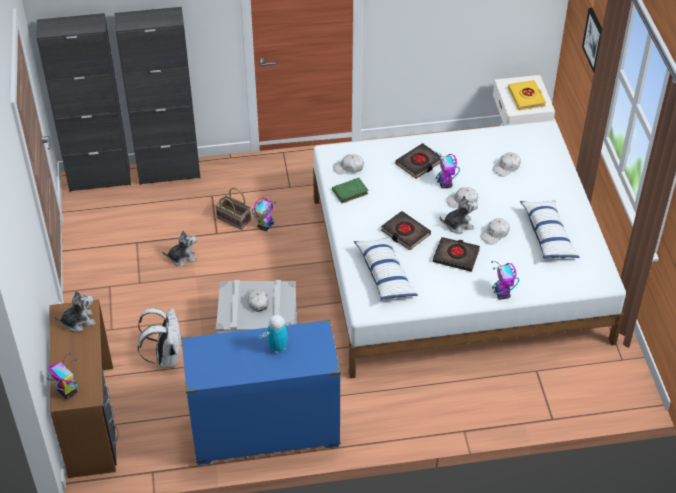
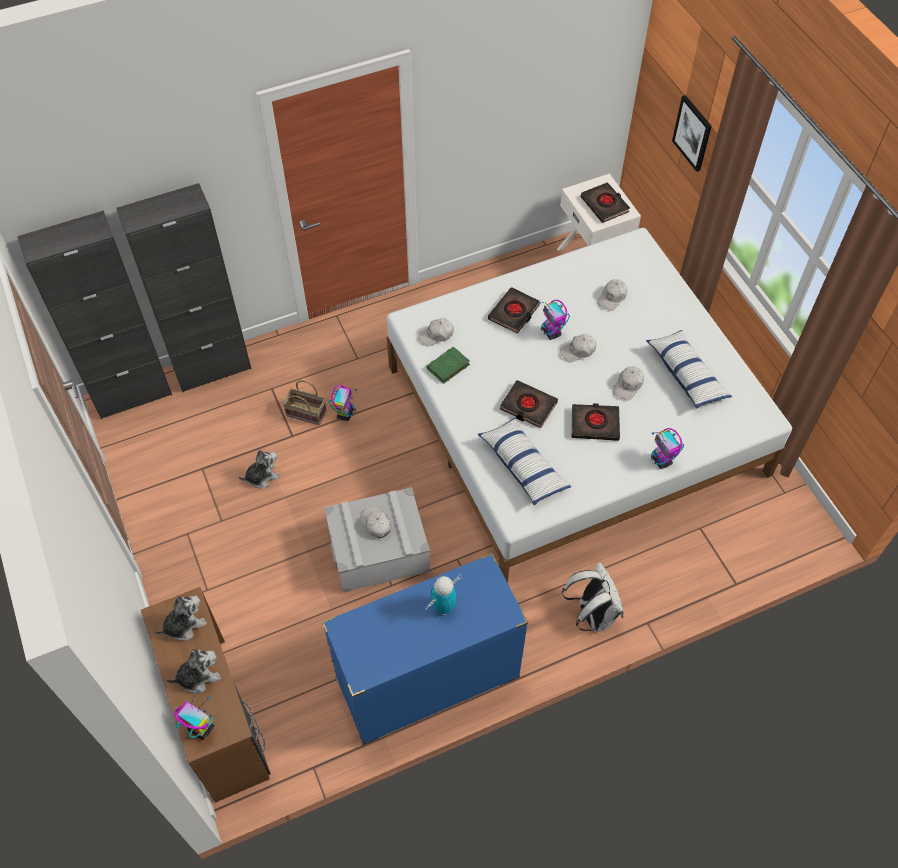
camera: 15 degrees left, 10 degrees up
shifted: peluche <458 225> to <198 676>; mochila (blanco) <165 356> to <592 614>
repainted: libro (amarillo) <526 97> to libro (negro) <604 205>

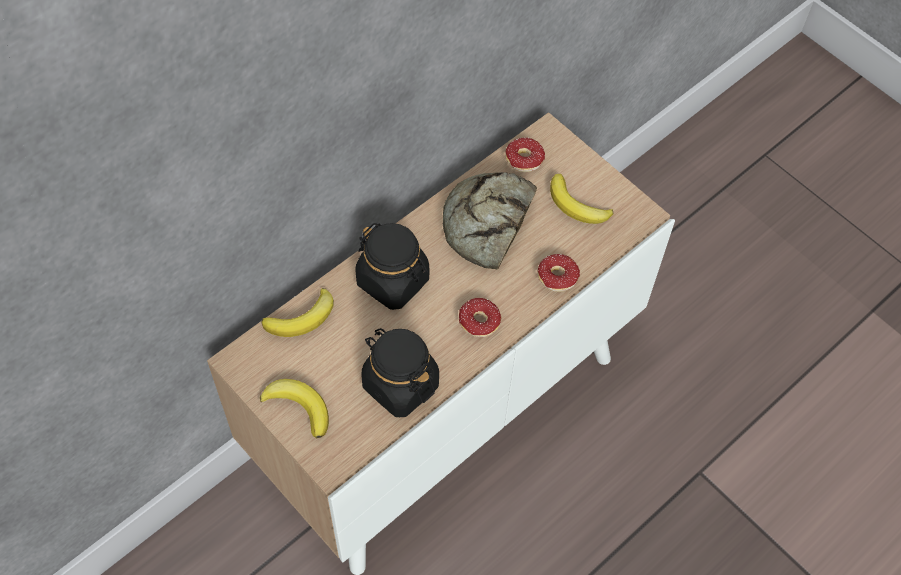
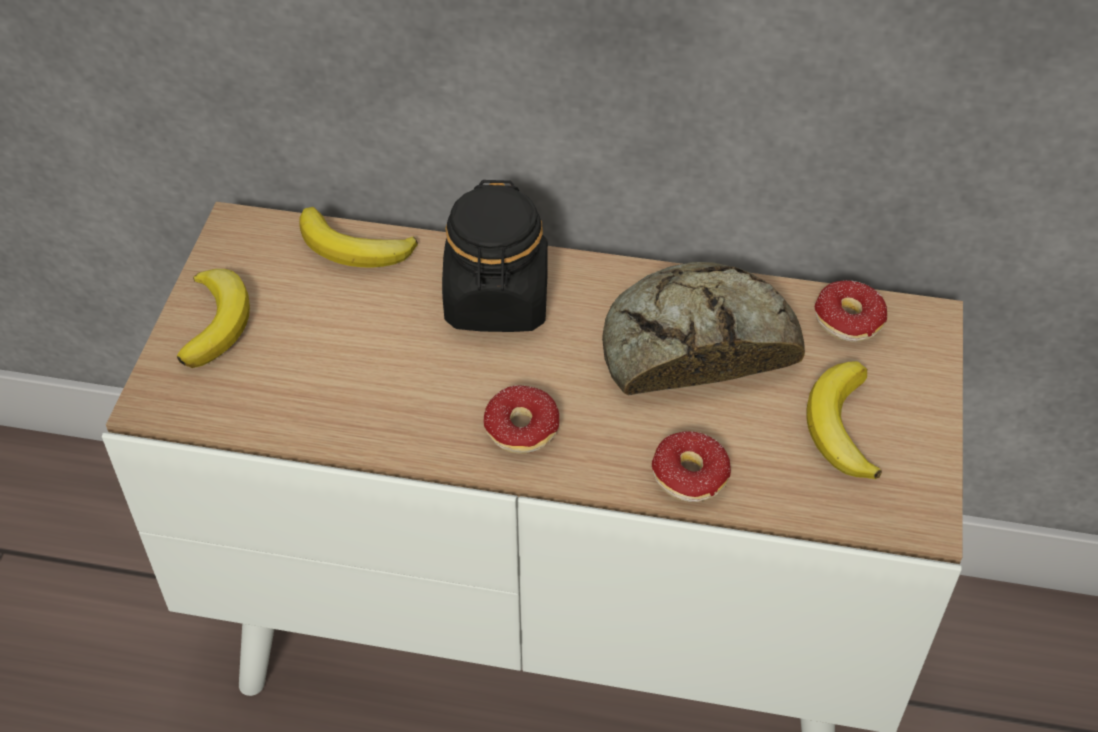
camera: 55 degrees right, 10 degrees down
gone: tarro (negro) <400 385>

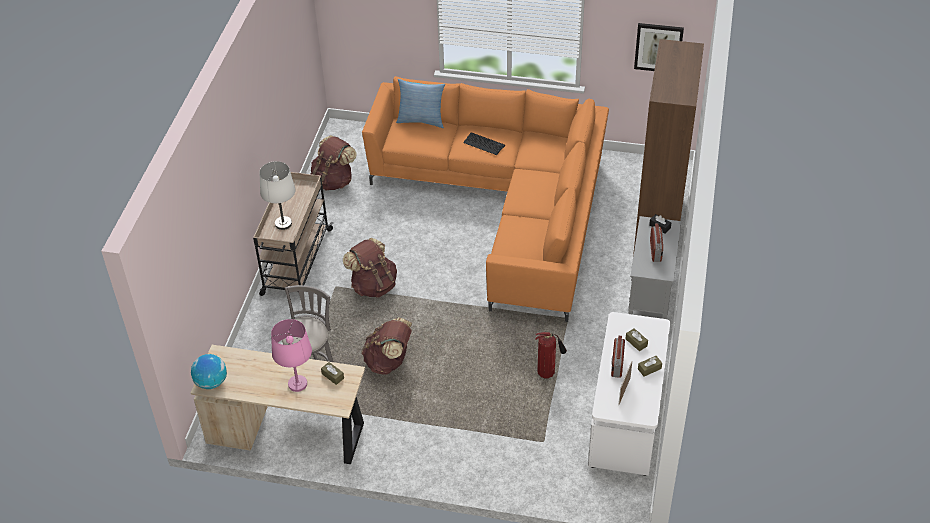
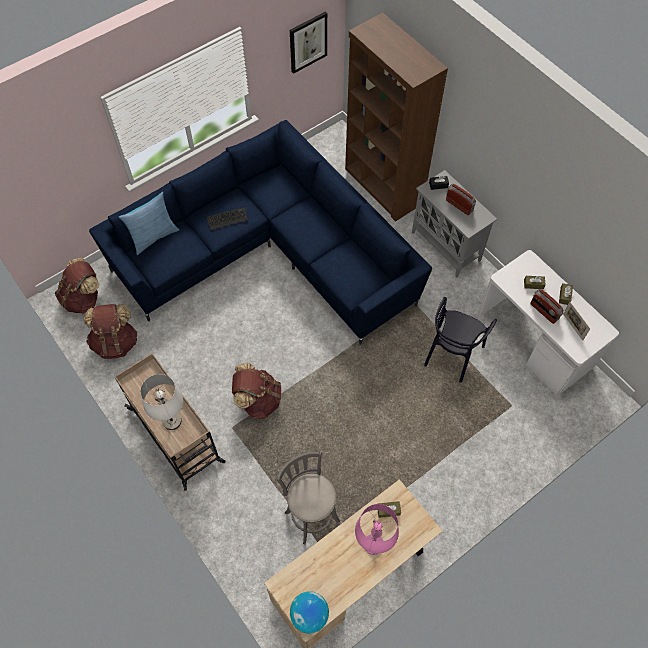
camera: 50 degrees left, 15 degrees up
shifted: mochila (marrón) <389 361> to <83 298>
swapped: extintor <548 373> to silla (negro) <452 354>
repainted: sofá (naranja) <507 206> to sofá (azul) <269 253>

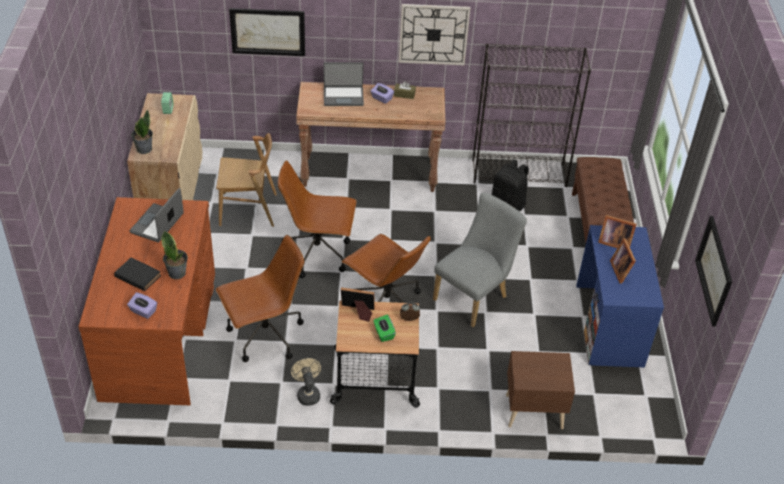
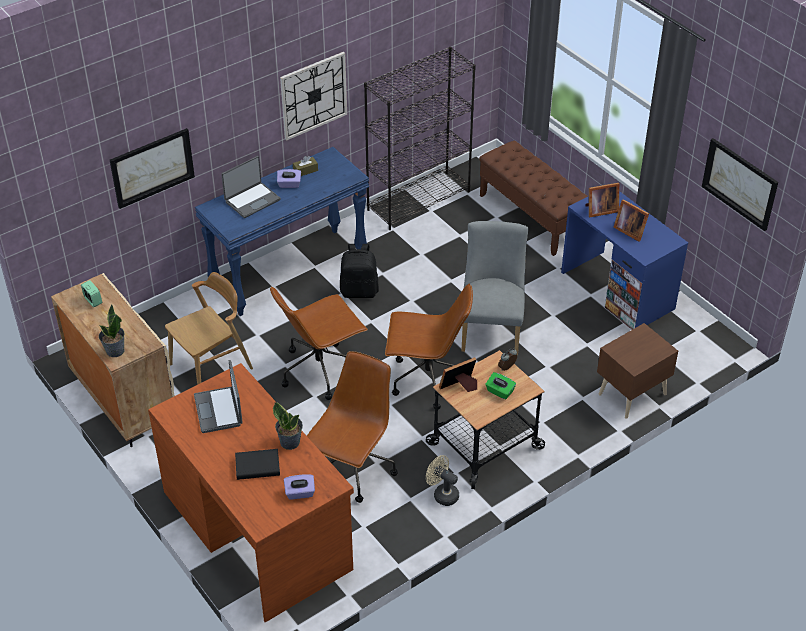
camera: 35 degrees left, 0 degrees up
shifted: mochila (negro) <508 203> to <359 291>
repainted: mesa consola (marrón) <369 173> to mesa consola (azul) <289 271>

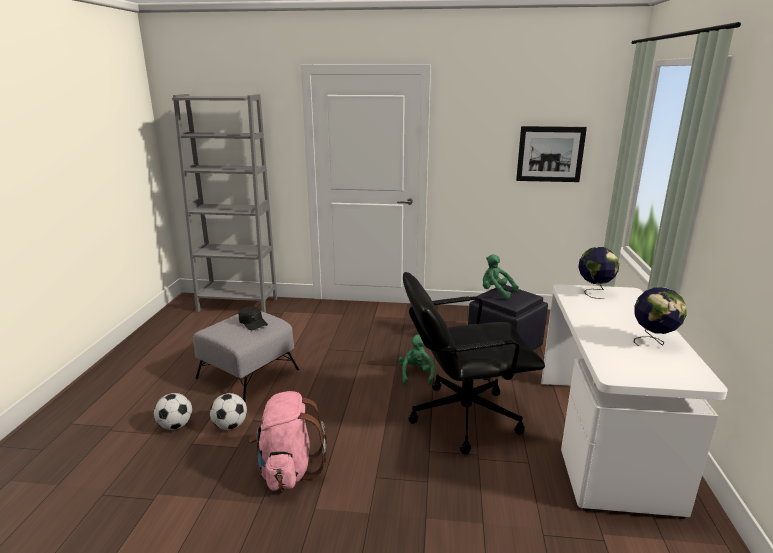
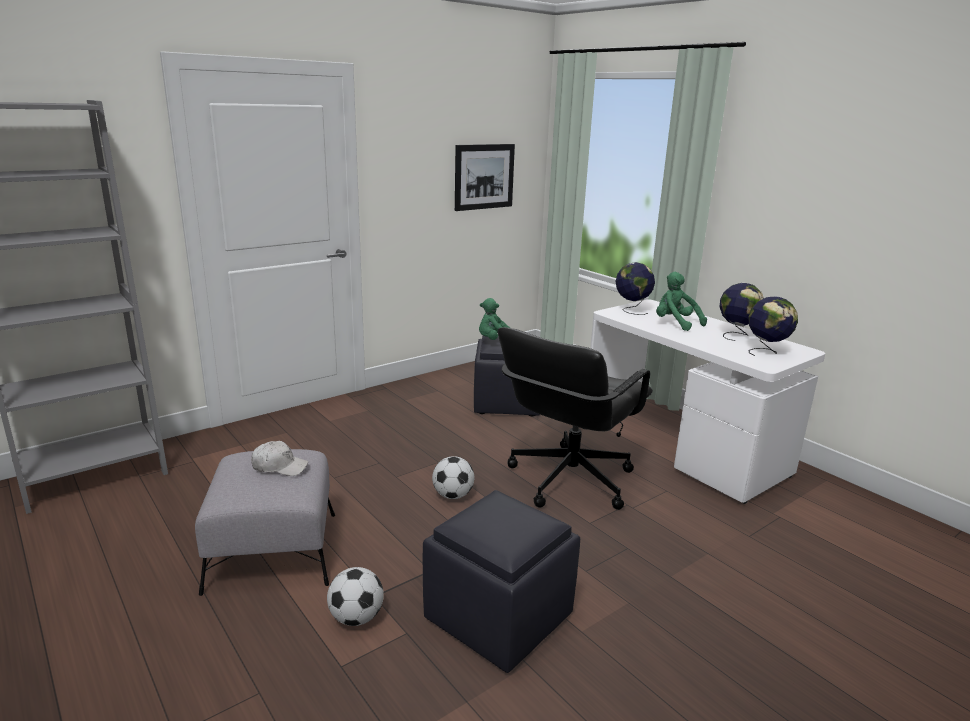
camera: 45 degrees left, 0 degrees up
new: globo terráqueo <766 352>
shifted: peluche (verde) <416 374> to <675 323>; balón de fútbol <175 425> to <453 495>
swapped: mochila (rosa) <288 469> to puf (negro) <500 617>
repainted: gorra (negro) <252 323> to gorra (blanco) <279 466>

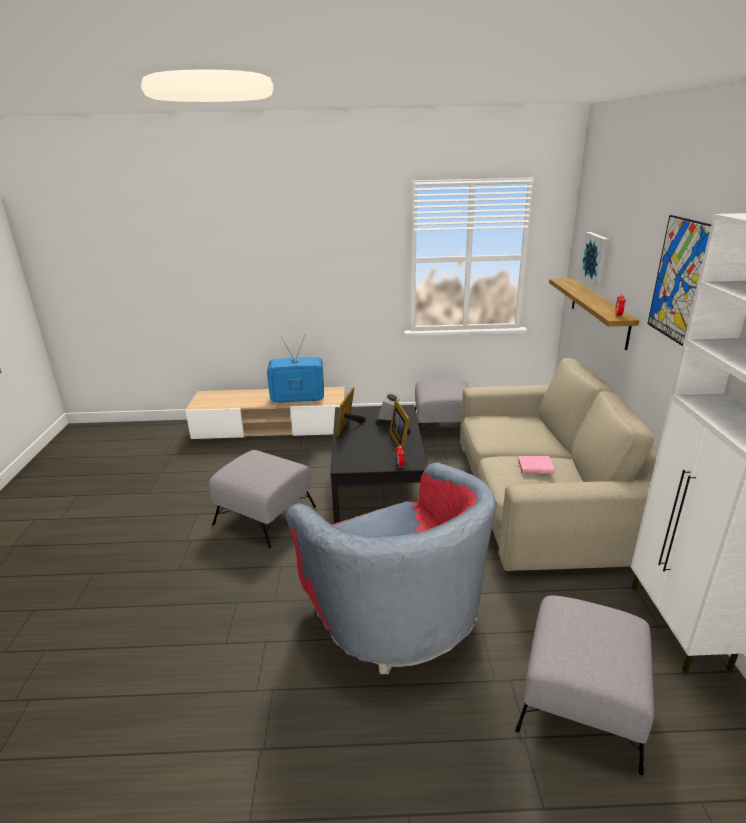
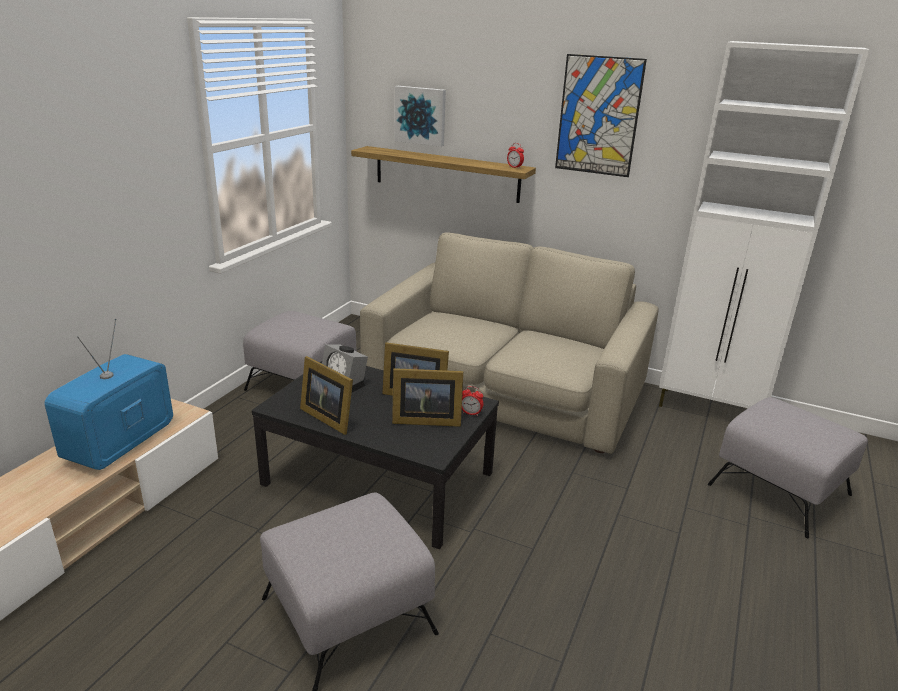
camera: 65 degrees left, 0 degrees up
gone: libro (rosa) <536 467>; sillón (rojo) <397 615>
new: portarretratos <424 420>

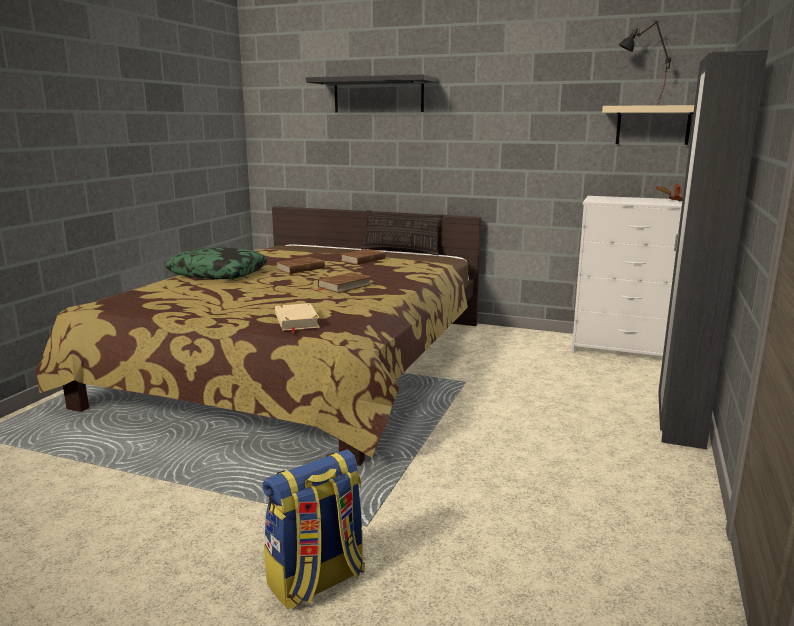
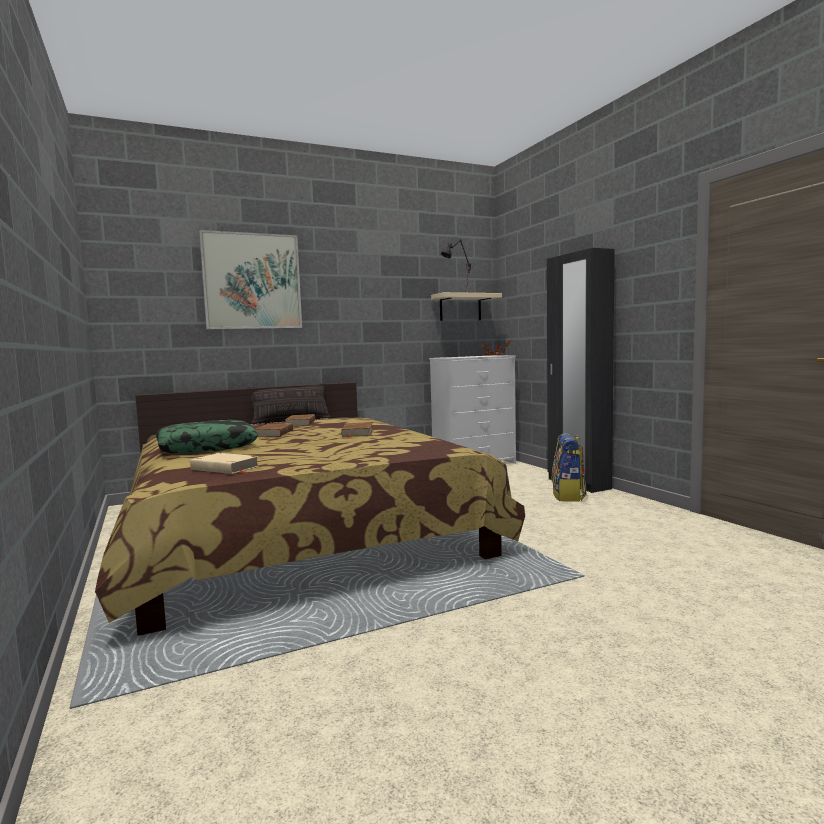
camera: 45 degrees left, 10 degrees down
shifted: libro (beis) <296 321> to <225 468>; mochila <317 581> to <568 496>
swapped: estante (negro) <378 95> to cuadro <252 281>

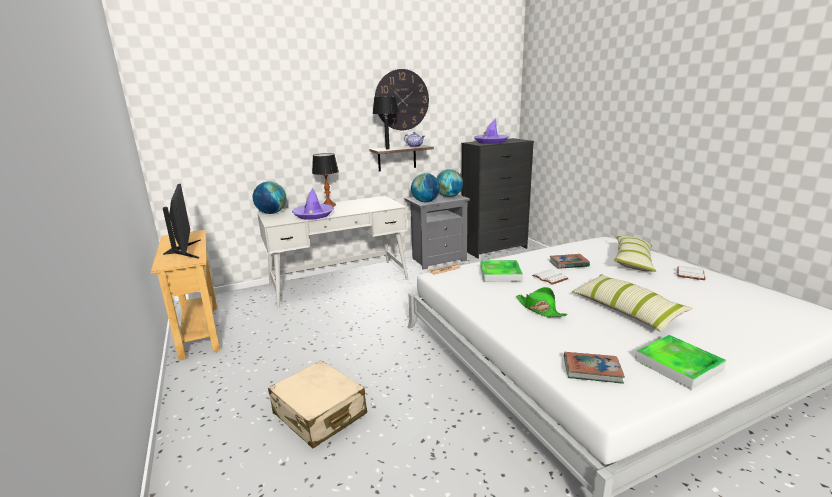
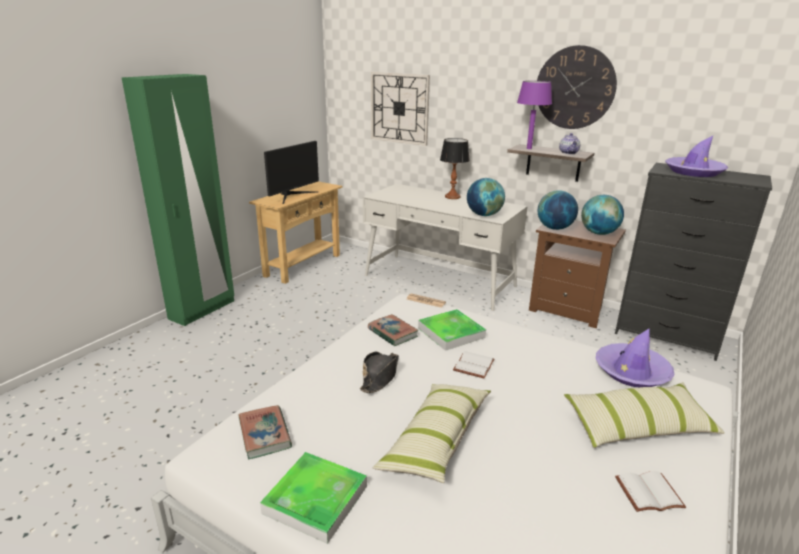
camera: 55 degrees right, 5 degrees up
gone: maleta (beis) <319 414>
new: reloj de pared <399 108>; armario ropero (verde) <202 310>
shifted: globo terráqueo <271 213> to <484 215>; sombrero (morado) <313 215> to <632 372>; libro <568 264> to <392 333>
repainted: lámpara de mesa (negro) <387 149> to lámpara de mesa (morado) <528 148>; mesita de noche (gris) <437 259> to mesita de noche (marrón) <568 310>; sombrero (verde) <539 309> to sombrero (negro) <380 376>

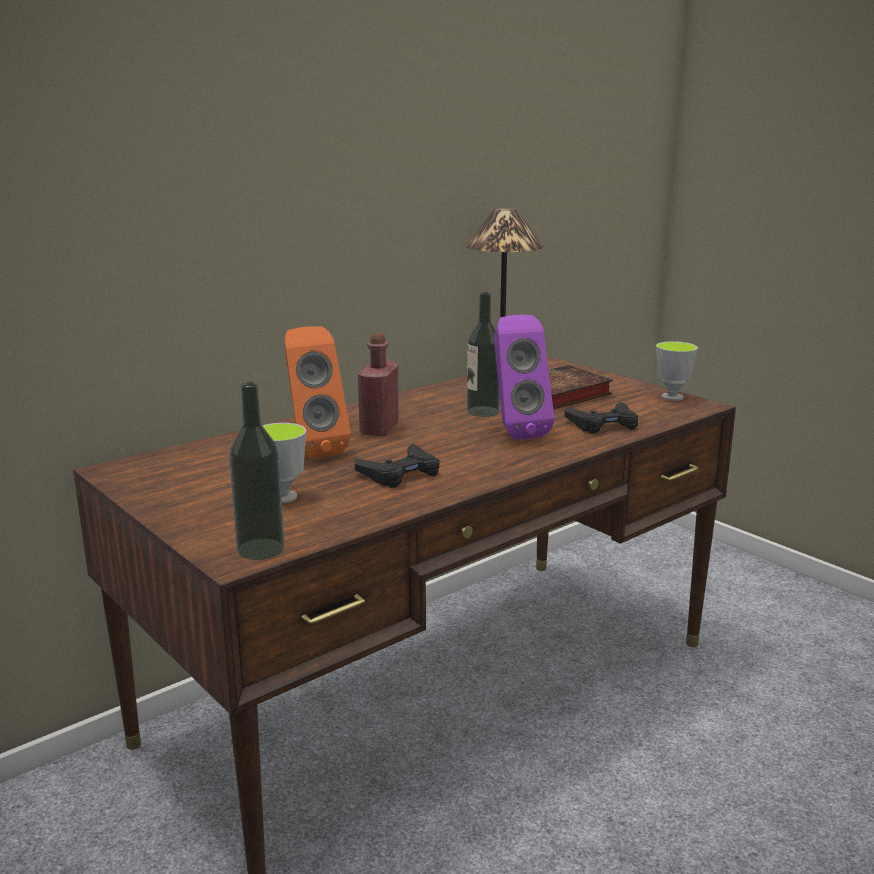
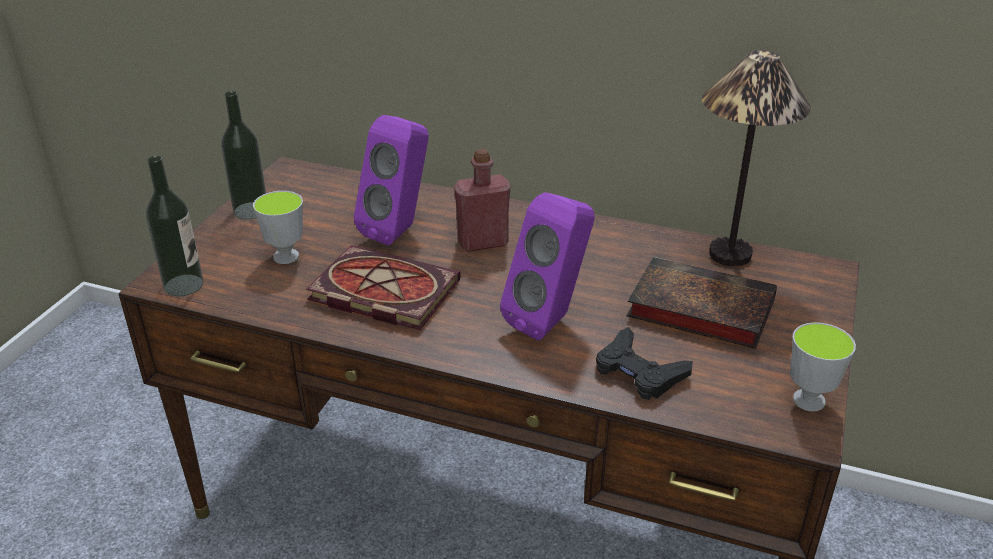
camera: 60 degrees right, 15 degrees up
shifted: botella <483 411> to <251 210>
swapped: mando de consola (negro) <400 473> to libro <380 292>
repainted: altavoz (naranja) <312 450> to altavoz (morado) <400 230>

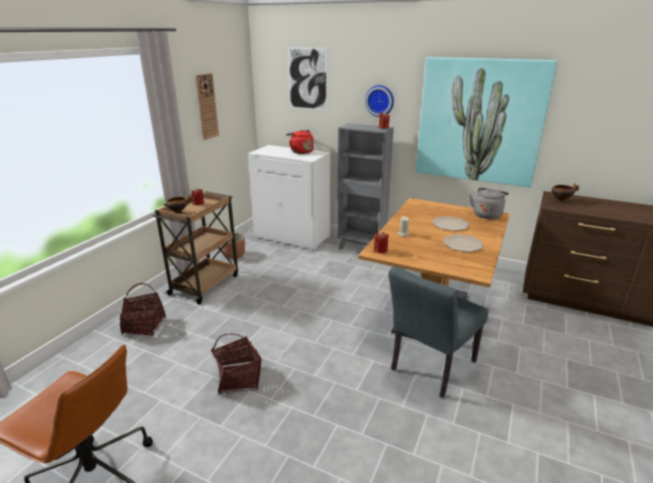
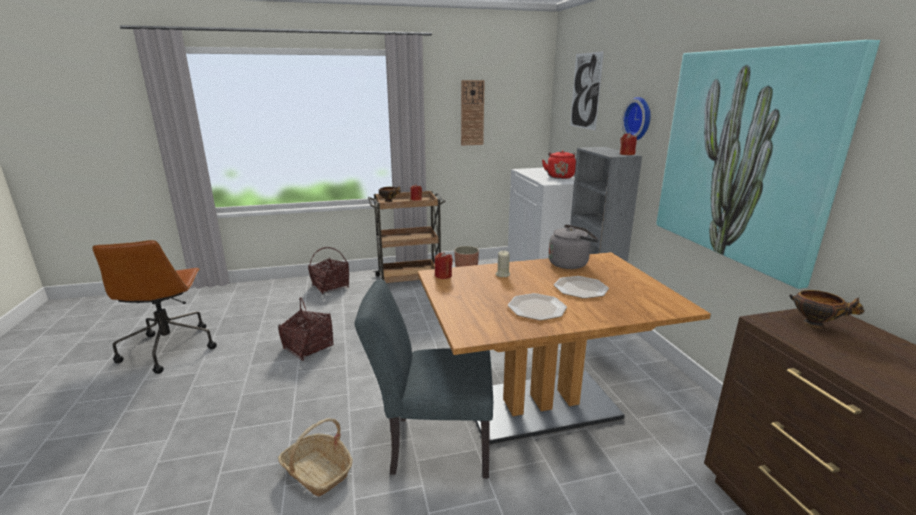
camera: 50 degrees right, 5 degrees down
new: cesta <317 472>
shifted: hervidor (gris) <487 215> to <570 264>

